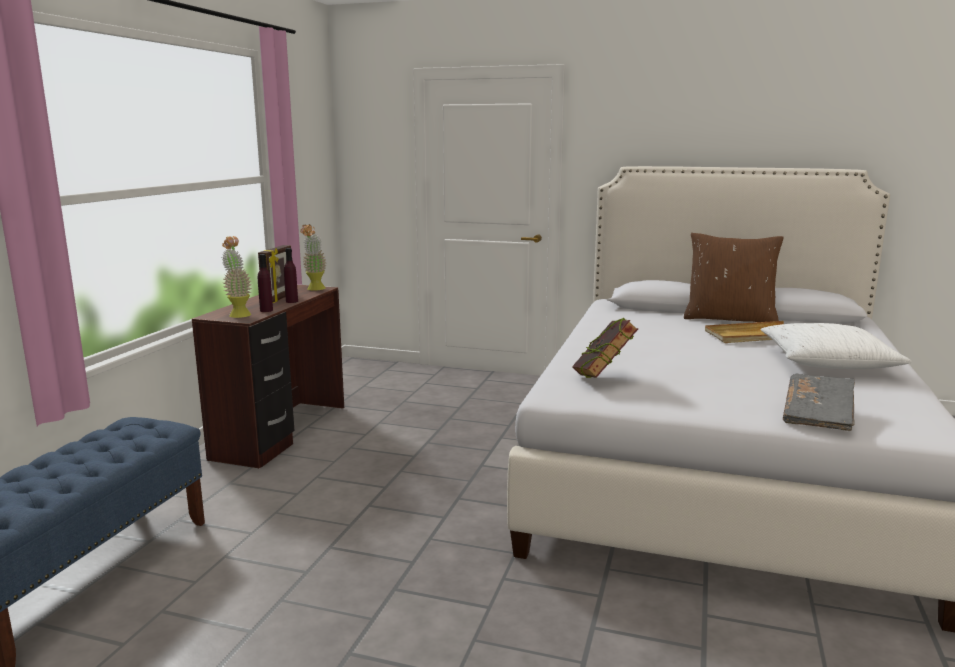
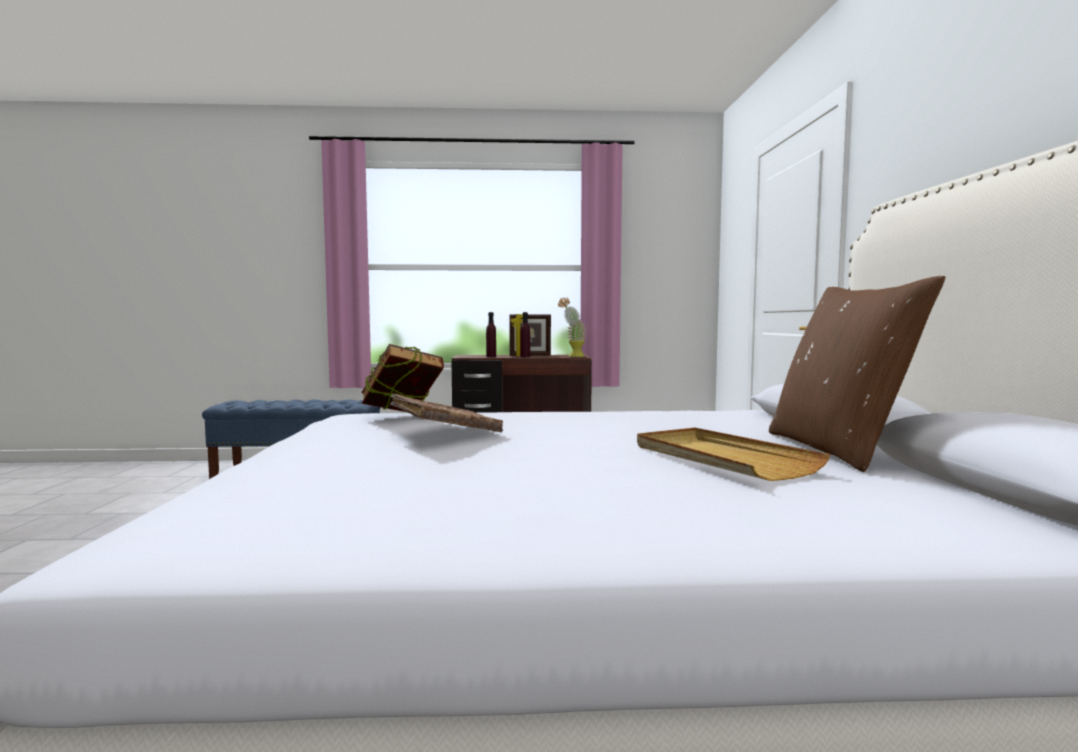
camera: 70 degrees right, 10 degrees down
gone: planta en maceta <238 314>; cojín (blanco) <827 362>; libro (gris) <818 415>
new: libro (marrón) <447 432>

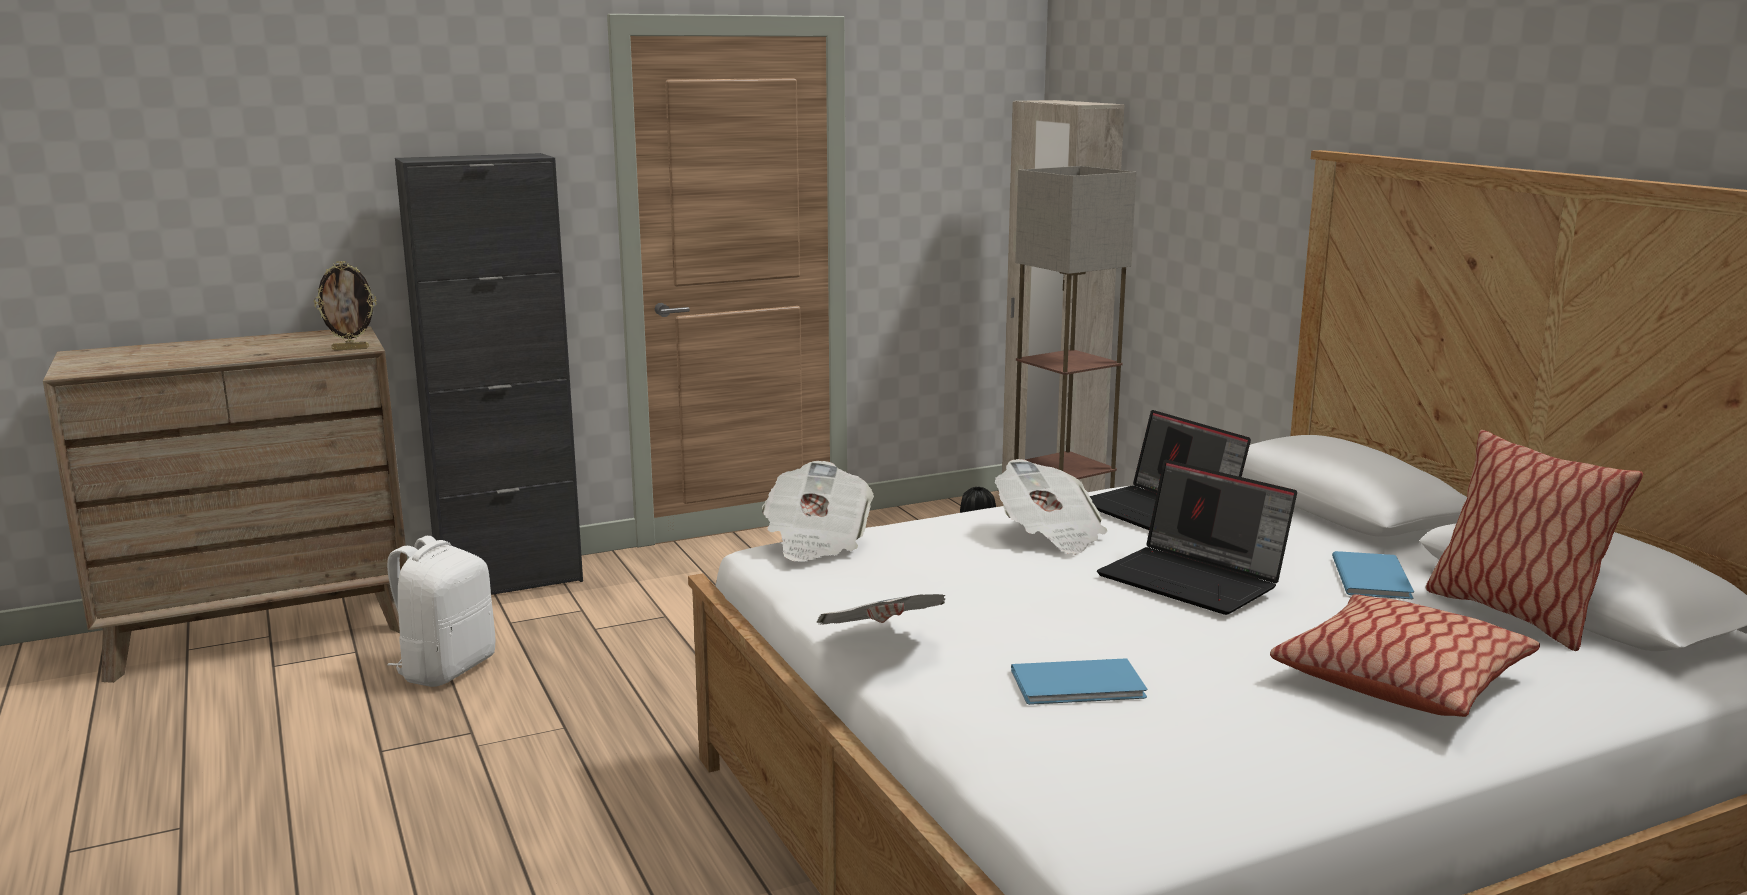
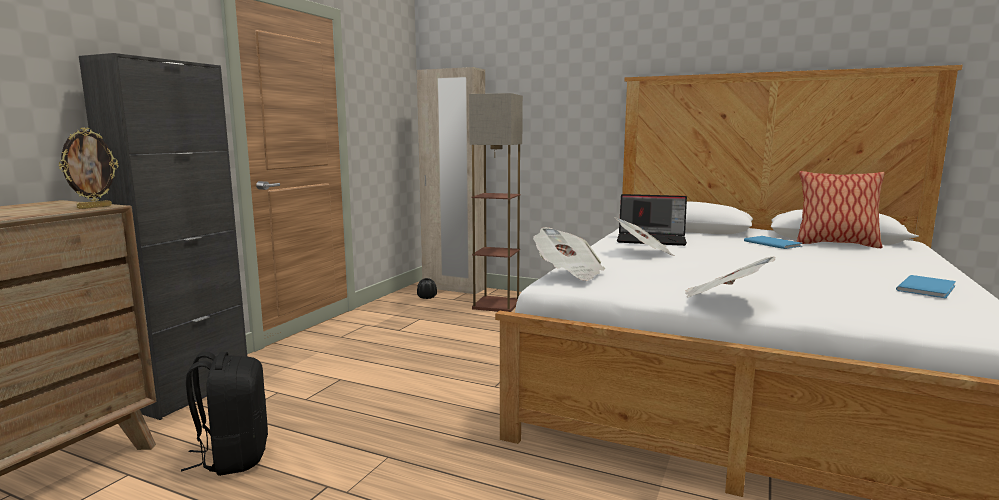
camera: 40 degrees left, 5 degrees down
gone: portátil <1195 579>; cojín <1400 680>
shifted: libro (azul) <1082 685> to <928 288>
repainted: mochila (blanco) <446 669> to mochila (negro) <234 457>

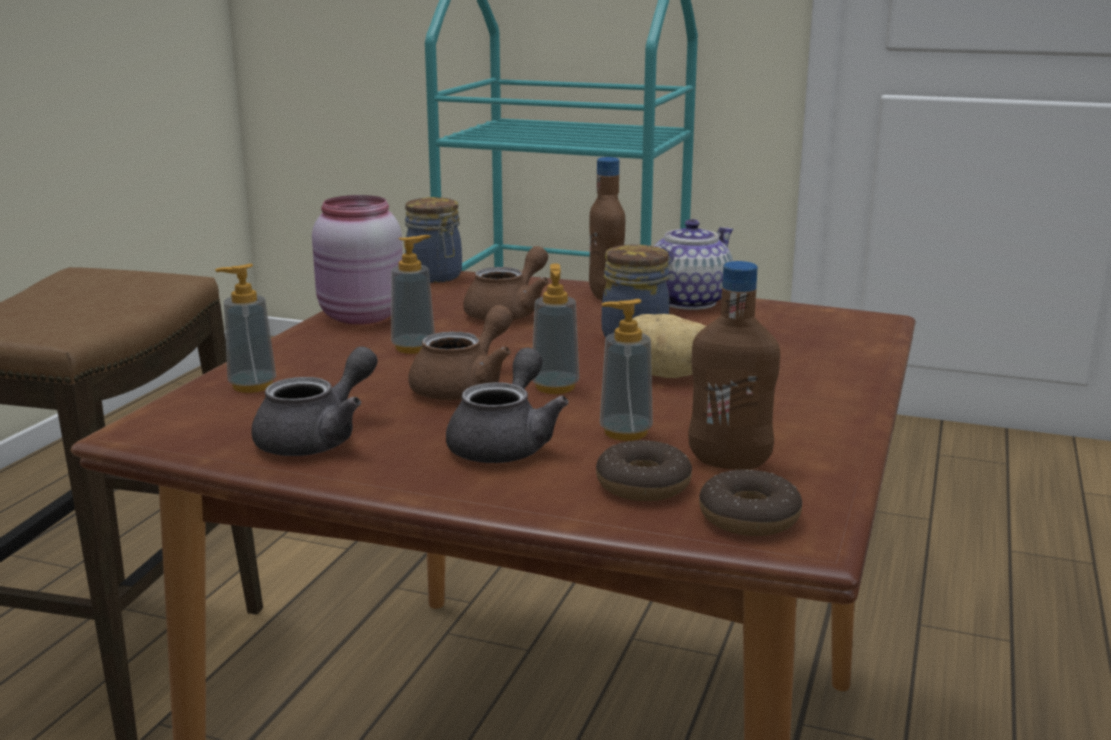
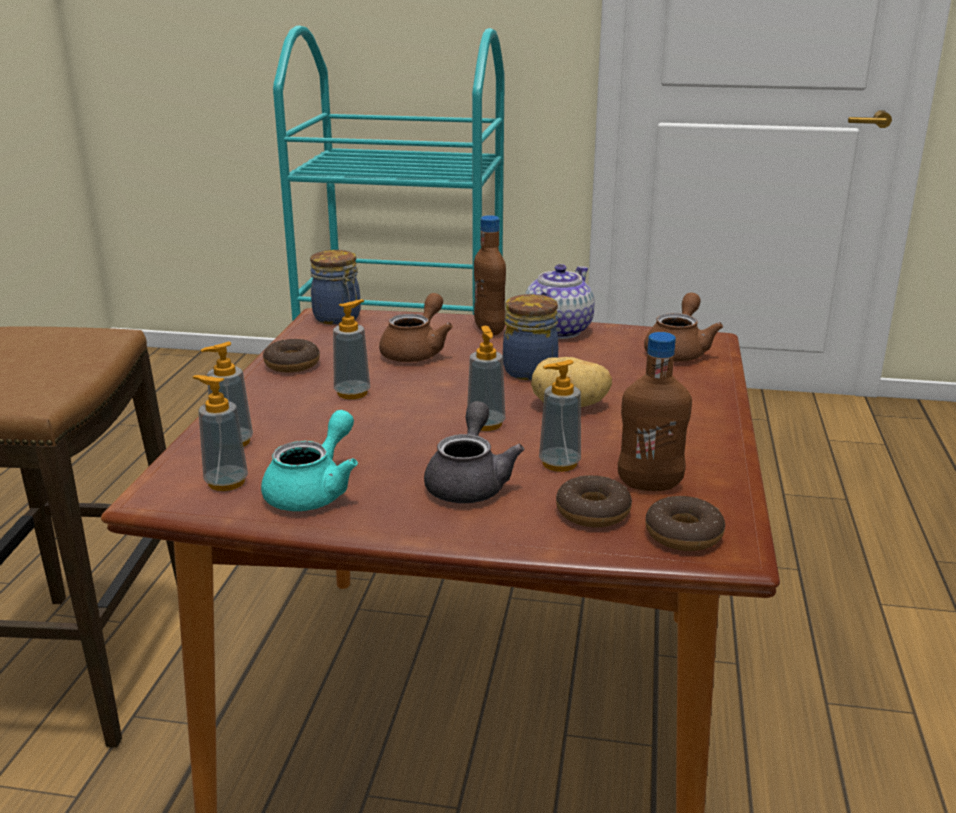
camera: 10 degrees left, 5 degrees up
new: dispensador de jabón <226 482>
shifted: tetera (marrón) <465 386> to <679 351>
swapped: tarro (rosa) <360 317> to rosquilla <292 364>
repainted: tetera (gris) <318 438> to tetera (turquesa) <314 490>

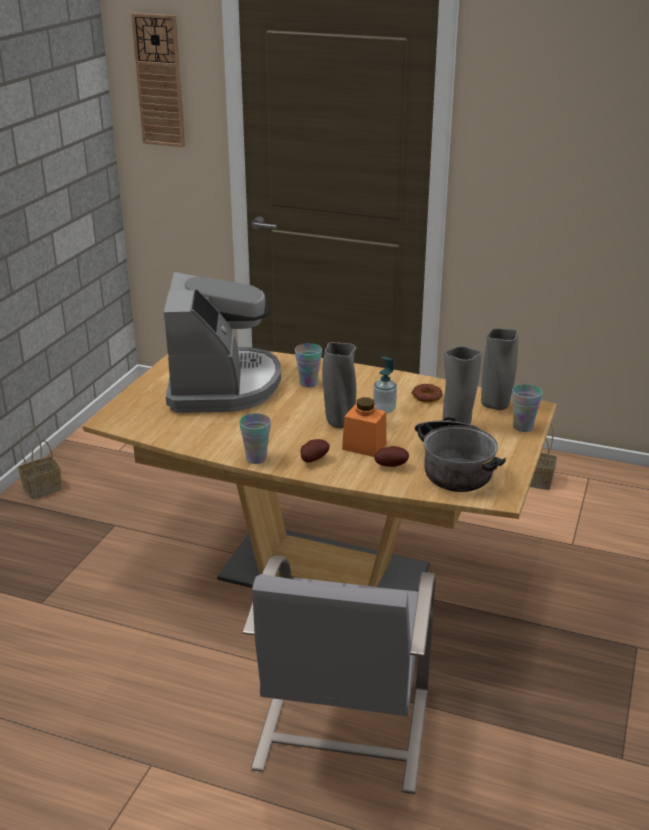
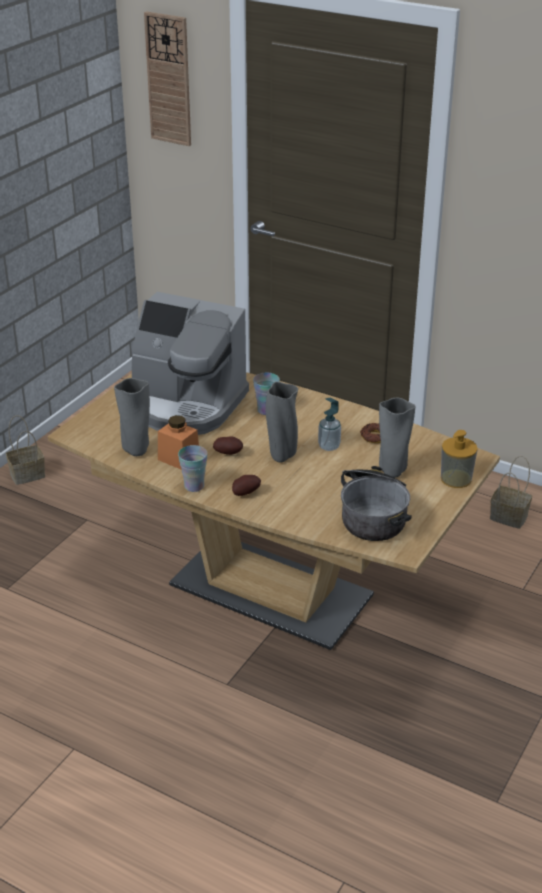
camera: 10 degrees right, 5 degrees up
gone: silla (gris) <341 731>
shifted: florero (gris) <495 406> to <136 451>; tarro (naranja) <364 446> to <179 459>; patata <391 465> to <229 453>
swapped: taza <523 427> to dispensador de jabón <456 479>
rotated: cafetera <222 385> = <184 405> 105 degrees clockwise

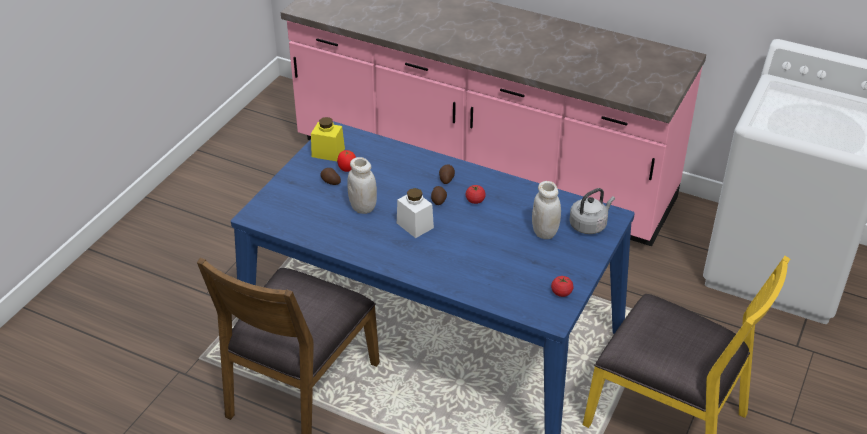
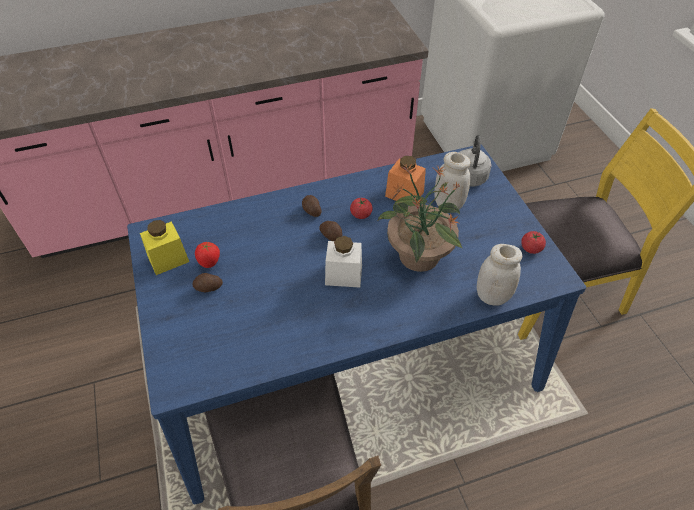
camera: 45 degrees left, 10 degrees up
new: tarro (naranja) <404 194>; planta en maceta <418 257>
shifted: tarro (blanco) <363 207> to <492 296>

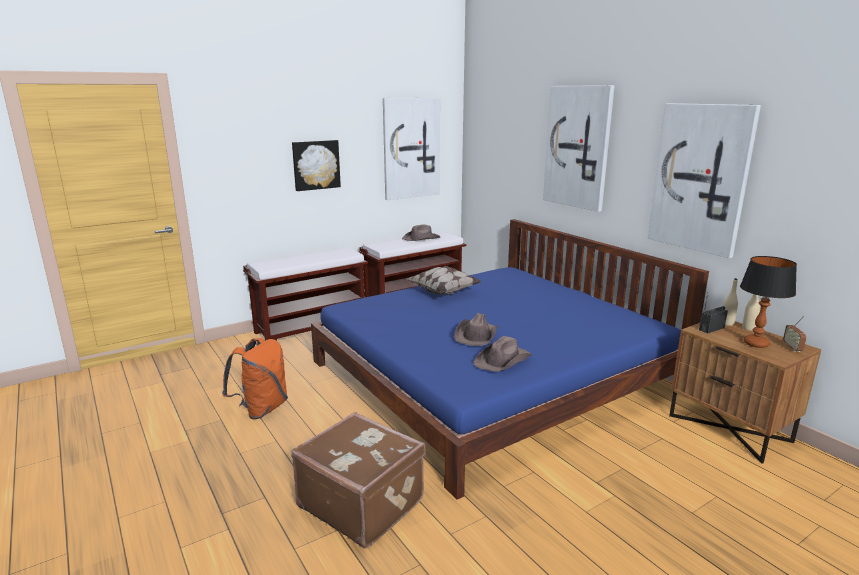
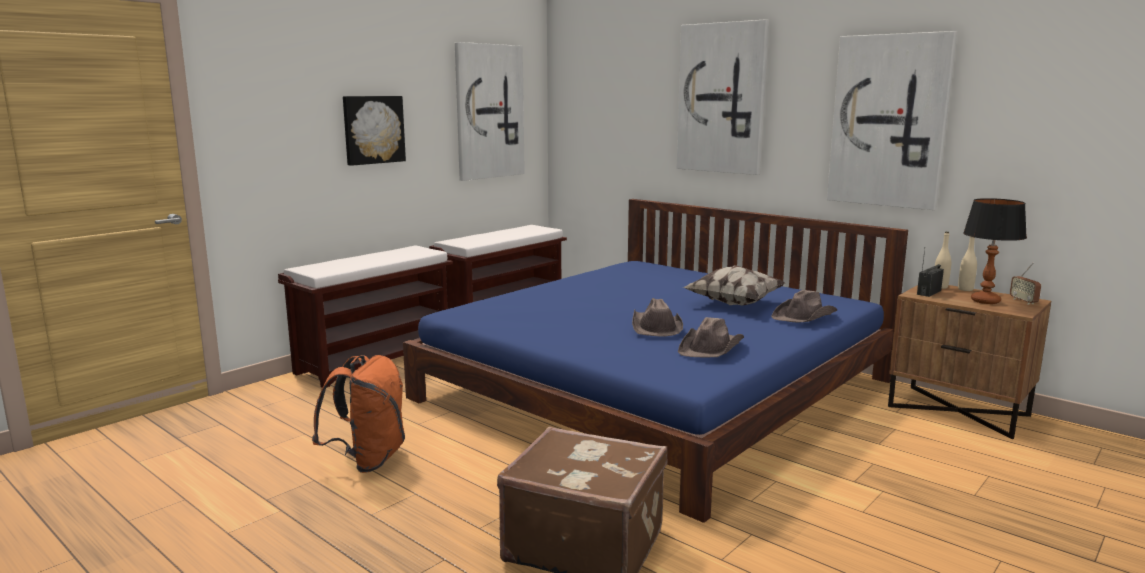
camera: 15 degrees left, 5 degrees down
shifted: sombrero (marrón) <421 238> to <804 316>; cojín <443 292> to <733 303>

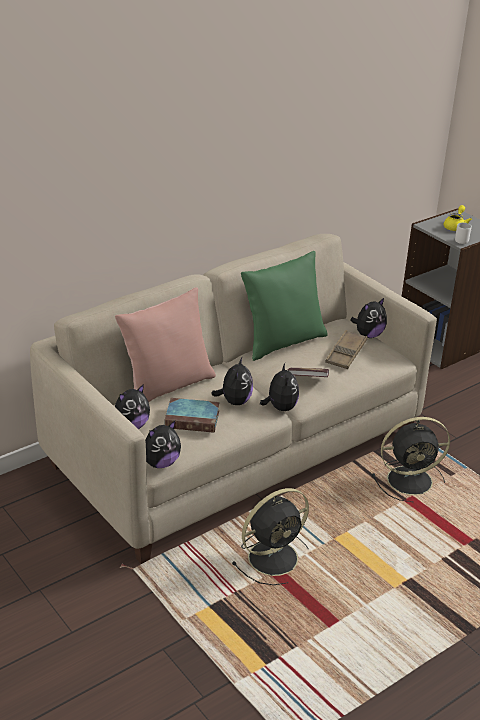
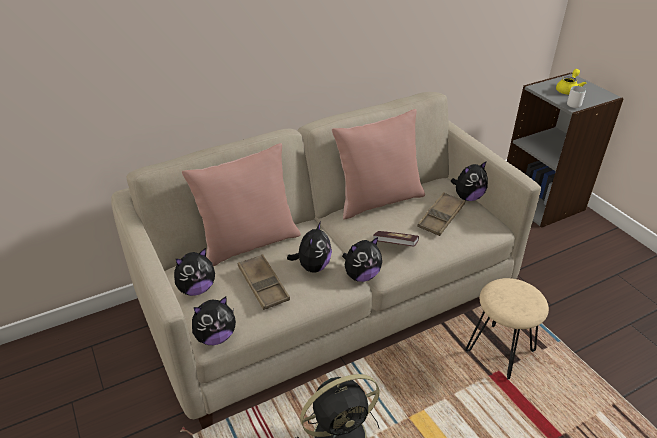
camera: 10 degrees right, 5 degrees up
swapped: libro <193 419> to bandeja (marrón) <263 285>; ventilador (negro) <411 480> to taburete (beis) <500 351>
repainted: cojín (verde) <282 342> to cojín (rosa) <378 201>
rotated: peluche <280 407> = <361 275> 60 degrees clockwise

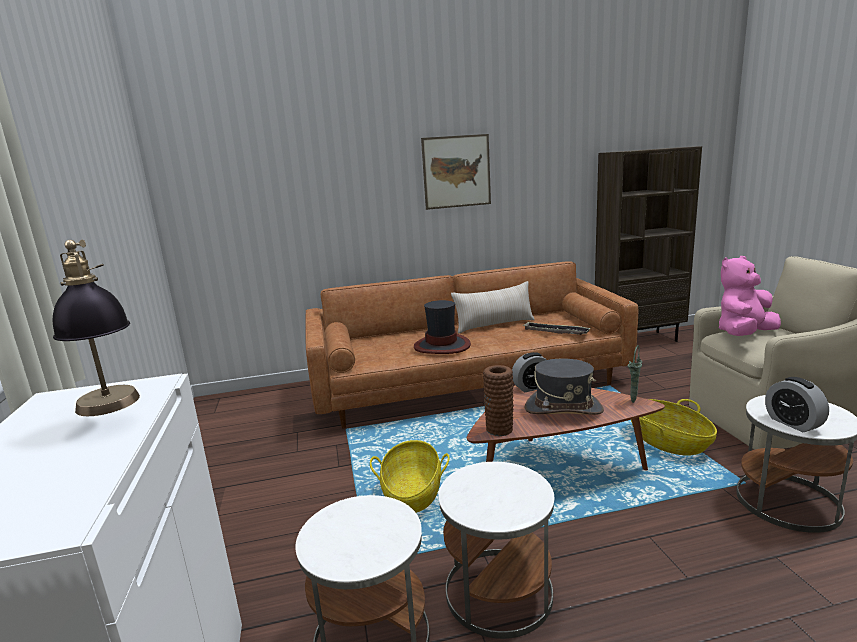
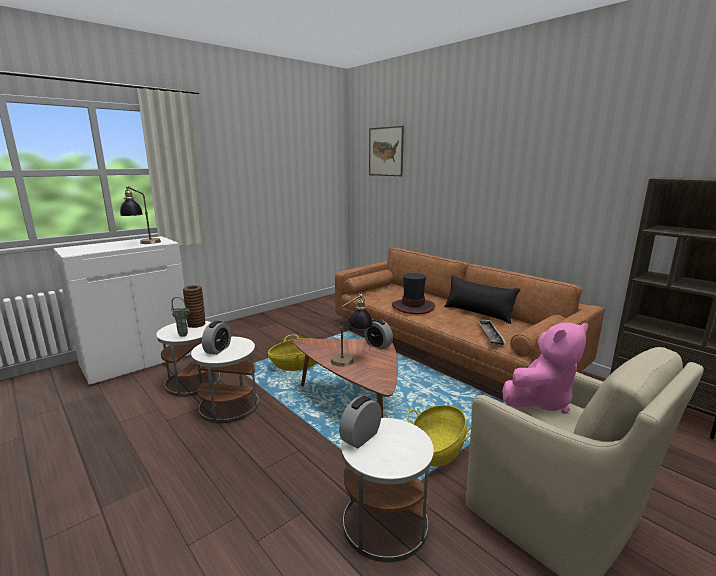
camera: 60 degrees right, 0 degrees up
new: despertador <218 349>
shifted: cuadro <456 171> to <386 151>; florero (verde) <633 400> to <184 336>; florero (marrón) <499 429> to <196 324>
swapped: sombrero (gris) <563 409> to lámpara de mesa <351 359>
repainted: cojín (beis) <494 325> to cojín (negro) <478 313>
rotated: peluche (rosa) <744 334> = <540 400> 120 degrees clockwise

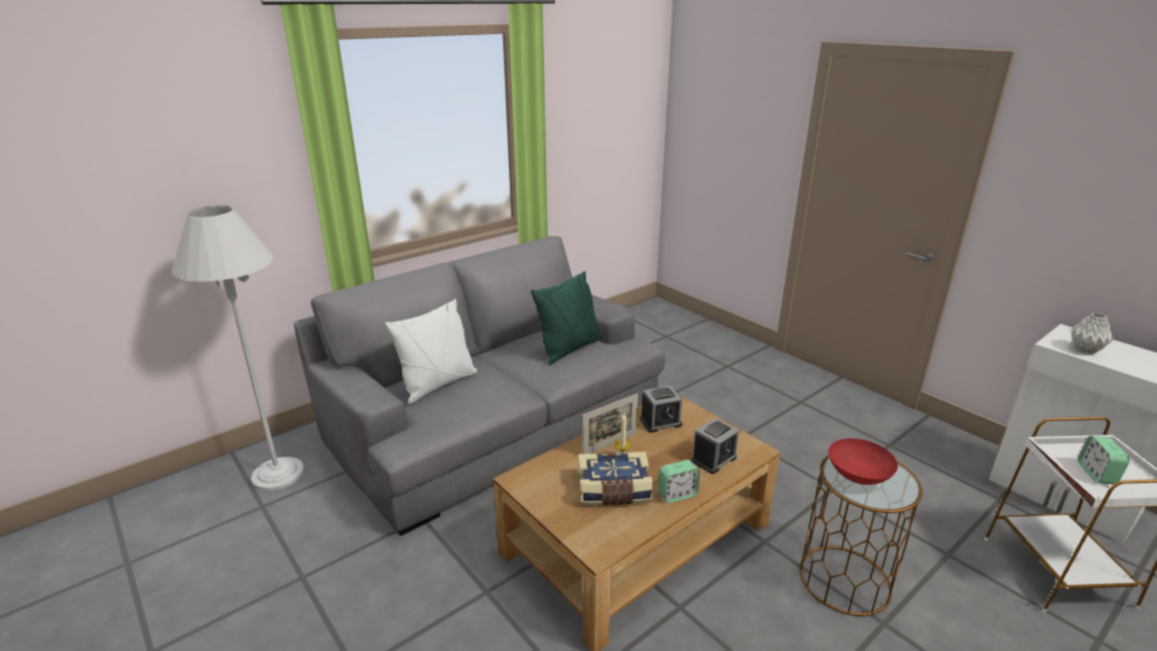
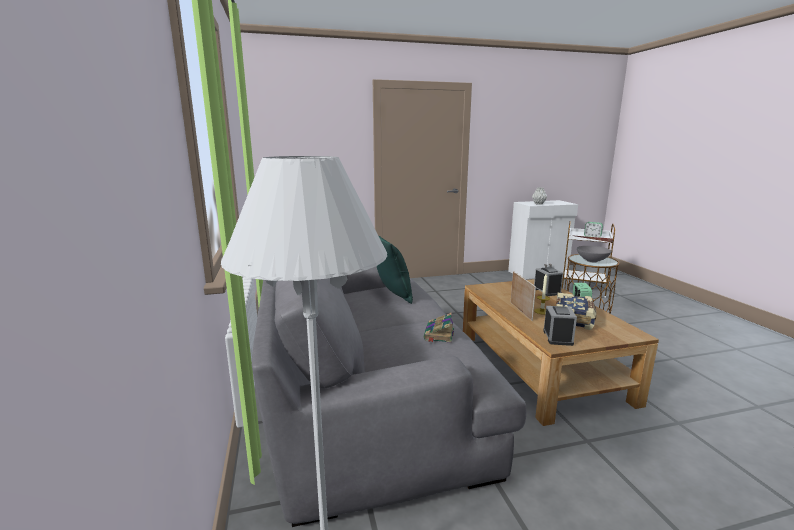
camera: 65 degrees left, 10 degrees down
gone: cojín (blanco) <438 384>
new: libro <439 334>
shifted: despertador <660 422> to <557 337>
repainted: cuenco (rojo) <858 476> to cuenco (gris) <592 261>

